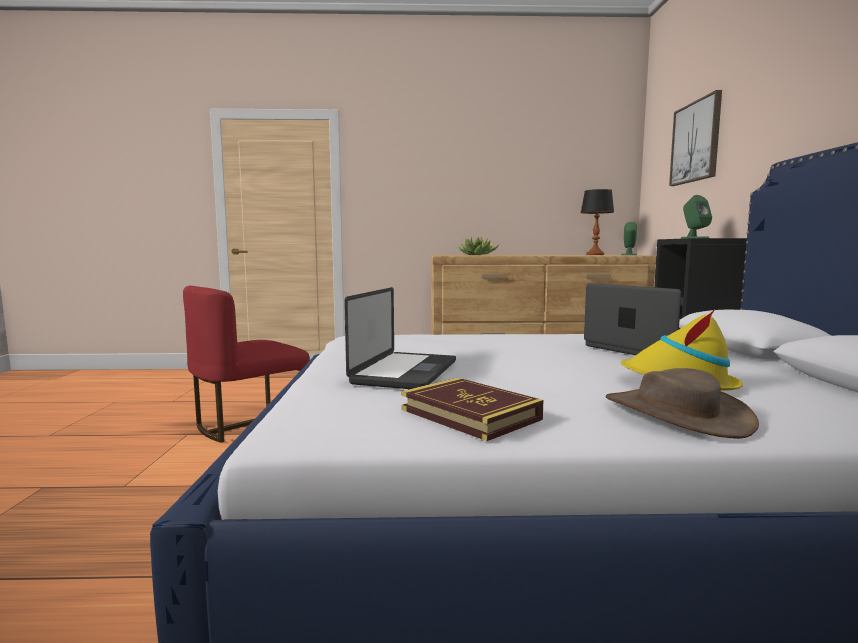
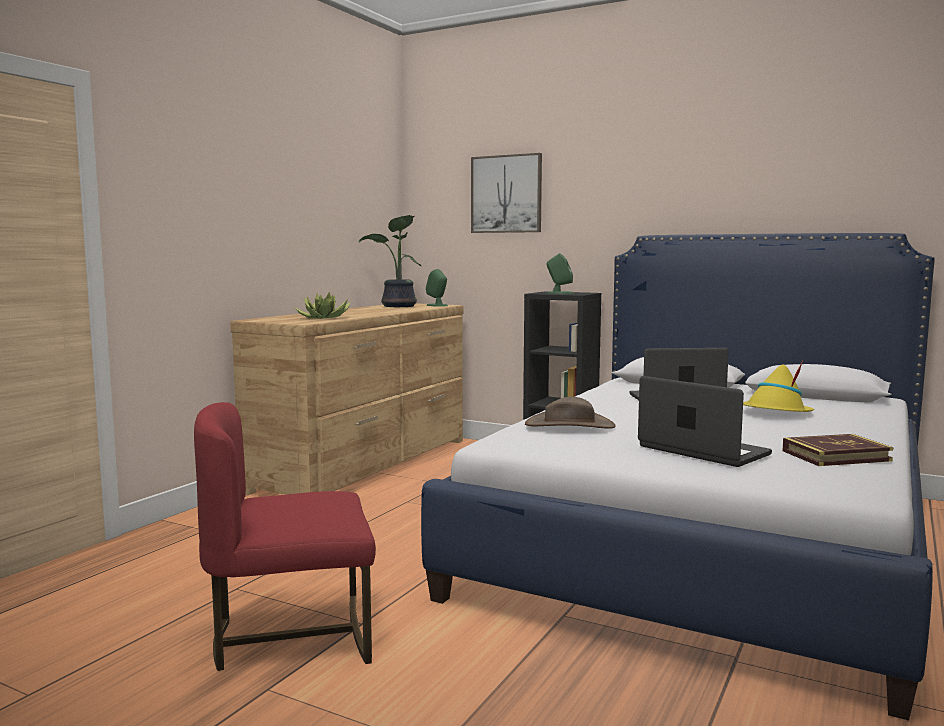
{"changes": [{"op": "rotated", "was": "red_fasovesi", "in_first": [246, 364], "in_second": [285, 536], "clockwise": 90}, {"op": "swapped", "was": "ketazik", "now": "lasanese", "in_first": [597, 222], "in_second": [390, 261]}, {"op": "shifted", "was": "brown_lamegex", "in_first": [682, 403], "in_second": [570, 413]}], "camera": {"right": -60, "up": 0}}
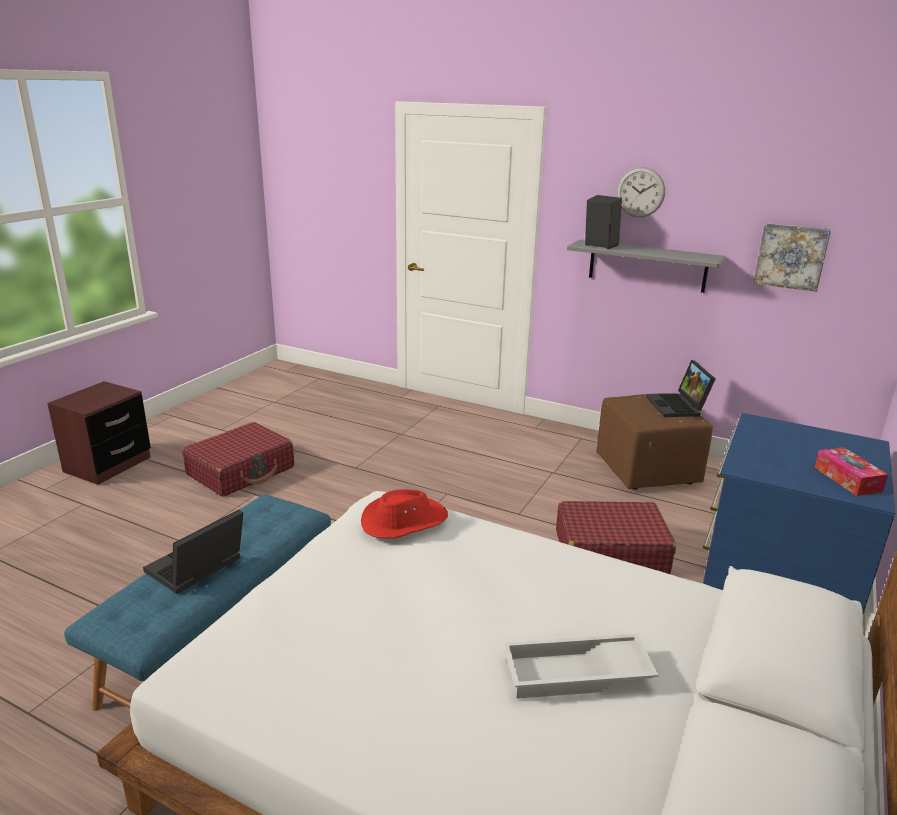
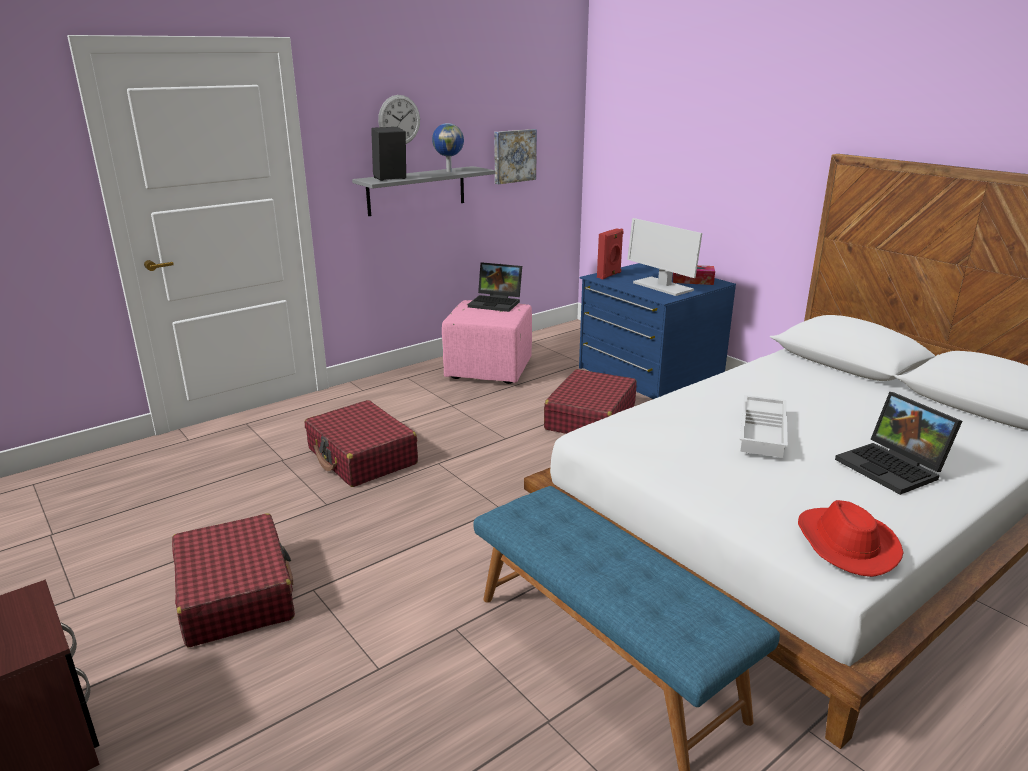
{"changes": [{"op": "new", "now": "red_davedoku", "in_second": [361, 443]}, {"op": "new", "now": "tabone", "in_second": [448, 147]}, {"op": "repainted", "was": "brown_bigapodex", "now": "pink_bigapodex", "in_first": [654, 441], "in_second": [487, 342]}, {"op": "new", "now": "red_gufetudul", "in_second": [610, 253]}, {"op": "new", "now": "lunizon", "in_second": [664, 257]}, {"op": "shifted", "was": "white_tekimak", "in_first": [581, 666], "in_second": [764, 426]}, {"op": "shifted", "was": "red_lamegex", "in_first": [404, 513], "in_second": [851, 538]}, {"op": "shifted", "was": "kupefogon", "in_first": [193, 551], "in_second": [898, 443]}], "camera": {"right": -65, "up": 0}}
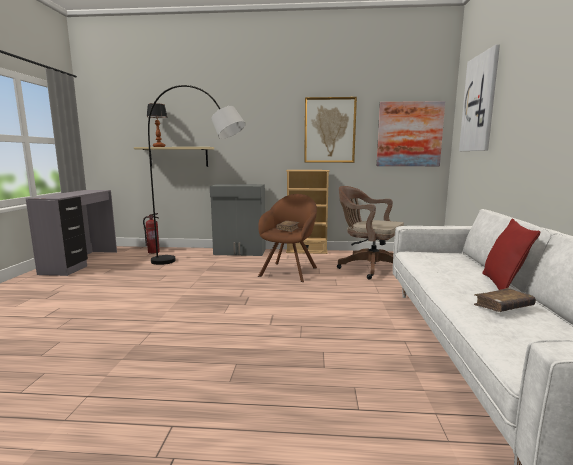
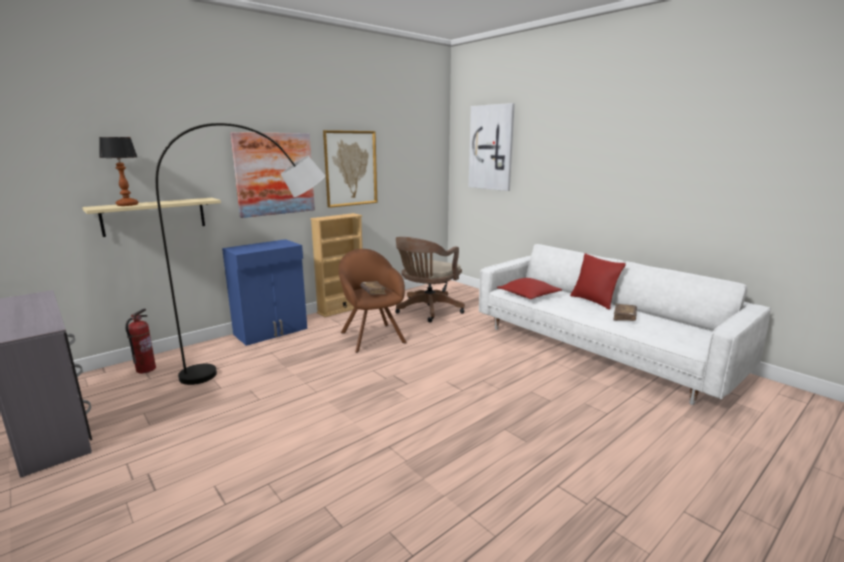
{"changes": [{"op": "repainted", "was": "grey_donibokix", "now": "blue_donibokix", "in_first": [238, 220], "in_second": [264, 292]}, {"op": "shifted", "was": "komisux", "in_first": [411, 133], "in_second": [272, 175]}, {"op": "rotated", "was": "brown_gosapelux", "in_first": [370, 233], "in_second": [430, 279], "clockwise": -45}, {"op": "new", "now": "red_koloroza", "in_second": [529, 288]}], "camera": {"right": -45, "up": 5}}
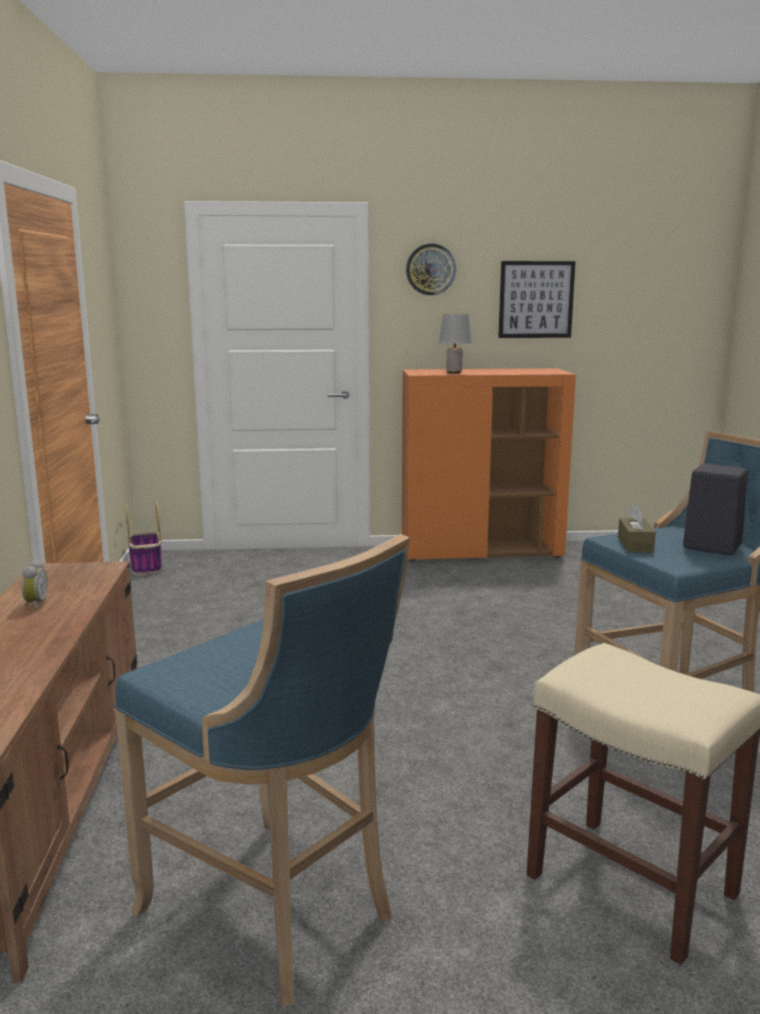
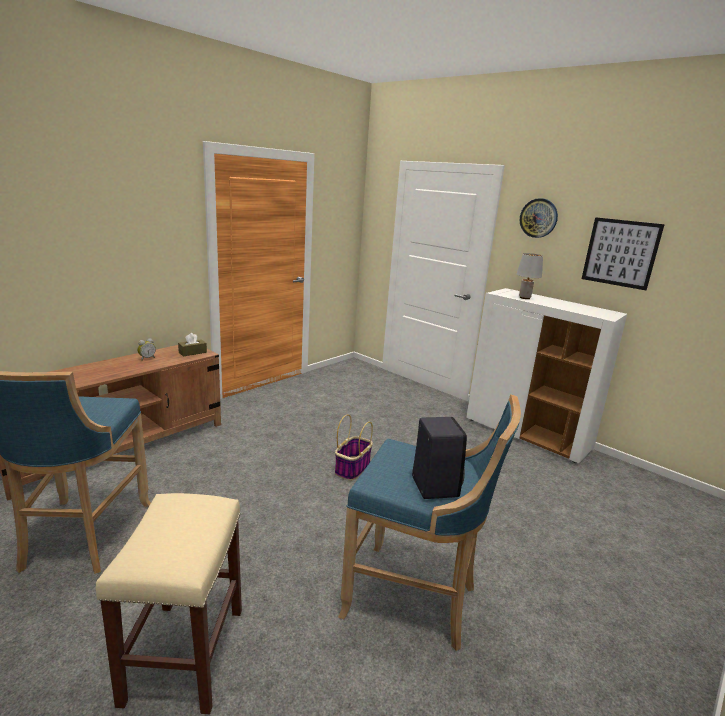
{"changes": [{"op": "shifted", "was": "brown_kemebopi", "in_first": [637, 529], "in_second": [192, 345]}, {"op": "shifted", "was": "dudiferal", "in_first": [144, 538], "in_second": [354, 447]}, {"op": "repainted", "was": "orange_donibokix", "now": "white_donibokix", "in_first": [489, 465], "in_second": [546, 376]}], "camera": {"right": 45, "up": 5}}
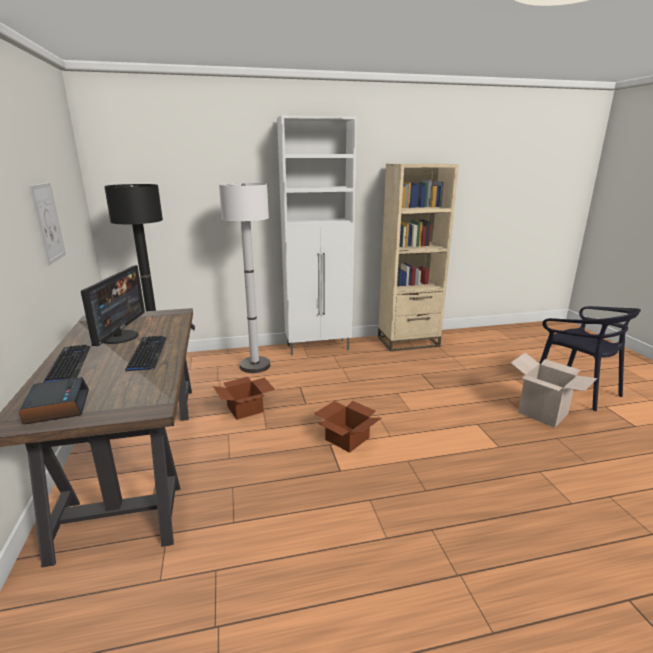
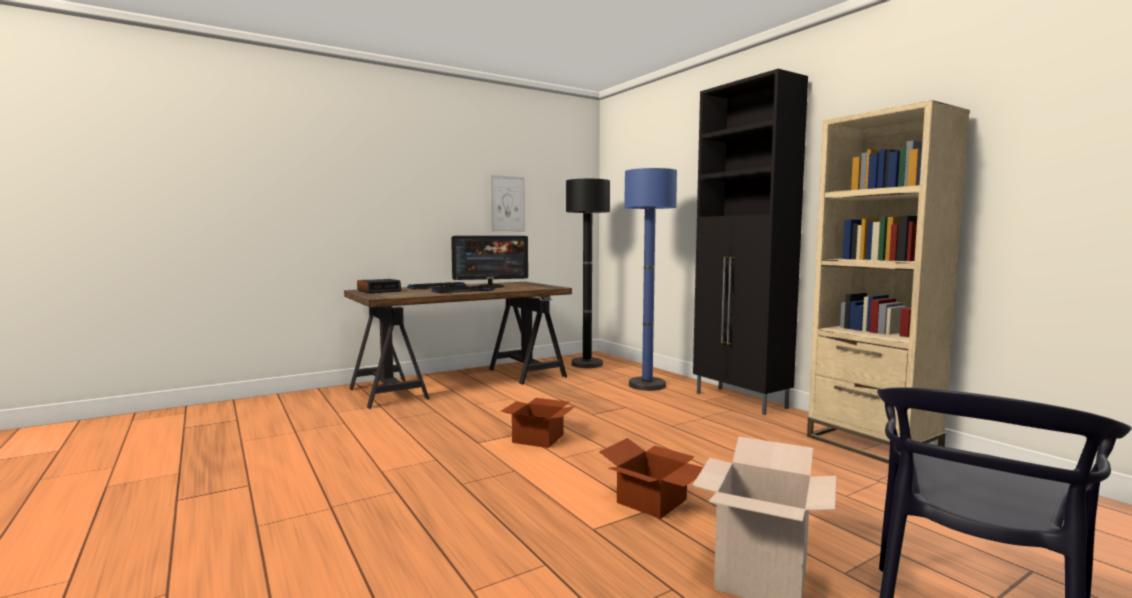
{"changes": [{"op": "shifted", "was": "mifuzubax", "in_first": [244, 398], "in_second": [651, 478]}, {"op": "repainted", "was": "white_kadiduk", "now": "blue_kadiduk", "in_first": [244, 278], "in_second": [650, 279]}, {"op": "repainted", "was": "white_donibokix", "now": "black_donibokix", "in_first": [317, 235], "in_second": [750, 242]}], "camera": {"right": 70, "up": -15}}
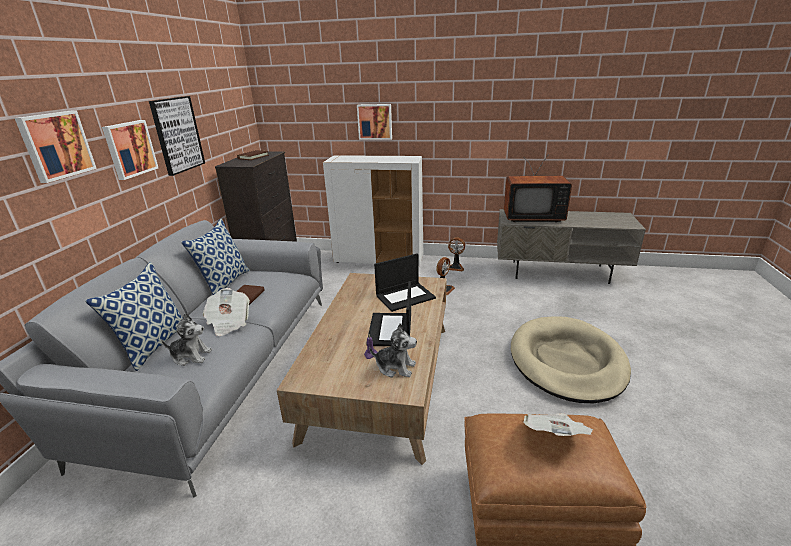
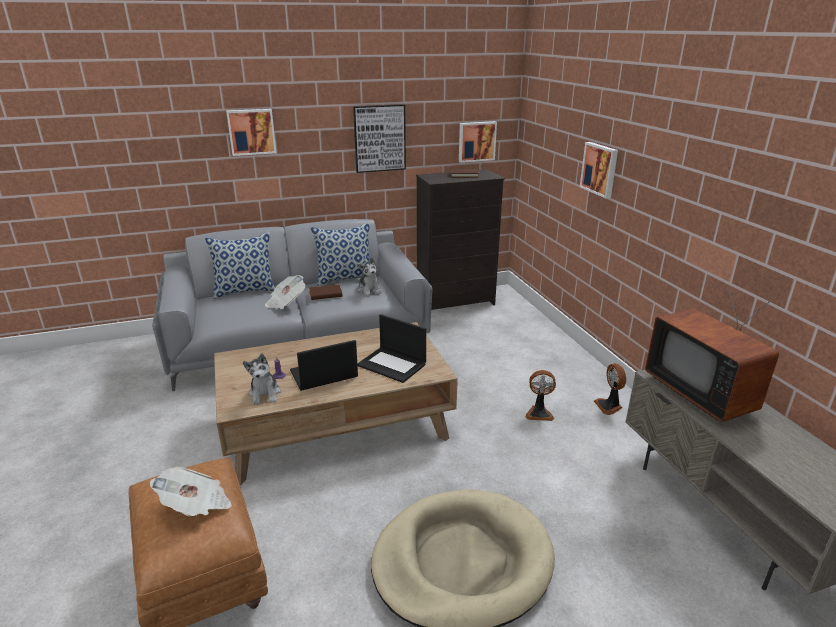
{"changes": [{"op": "shifted", "was": "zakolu", "in_first": [186, 339], "in_second": [370, 276]}, {"op": "shifted", "was": "komisux", "in_first": [130, 150], "in_second": [478, 142]}, {"op": "gone", "was": "white_donibokix", "in_first": [373, 210]}], "camera": {"right": 60, "up": 0}}
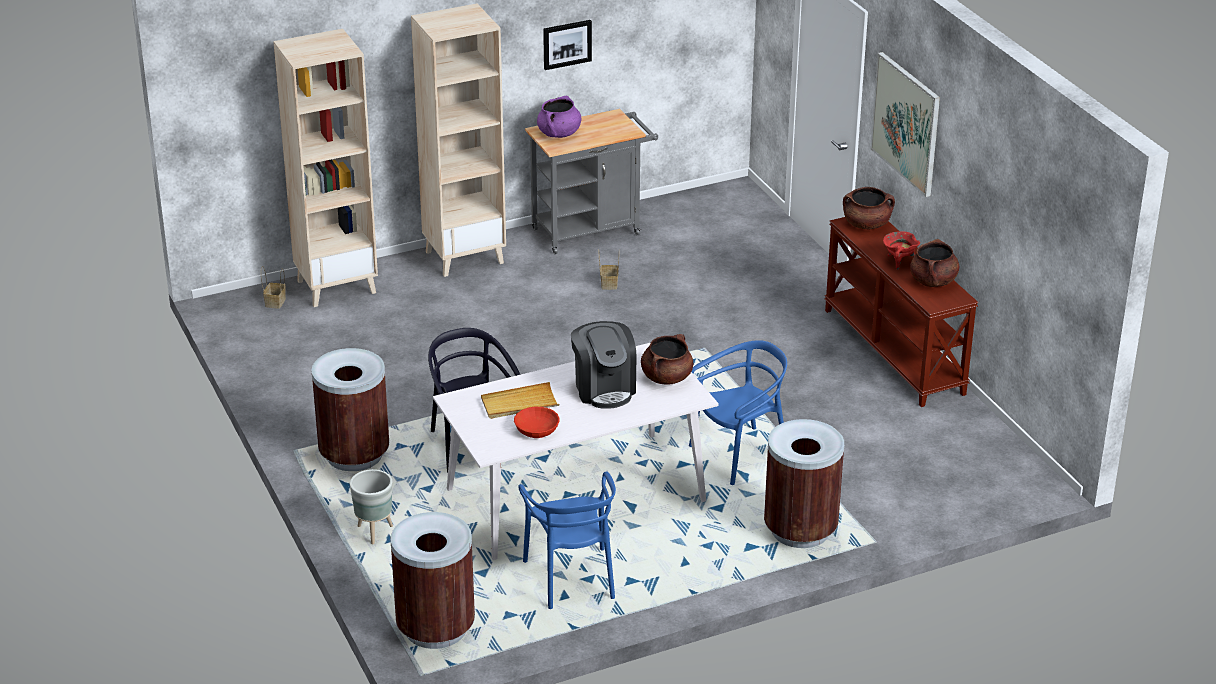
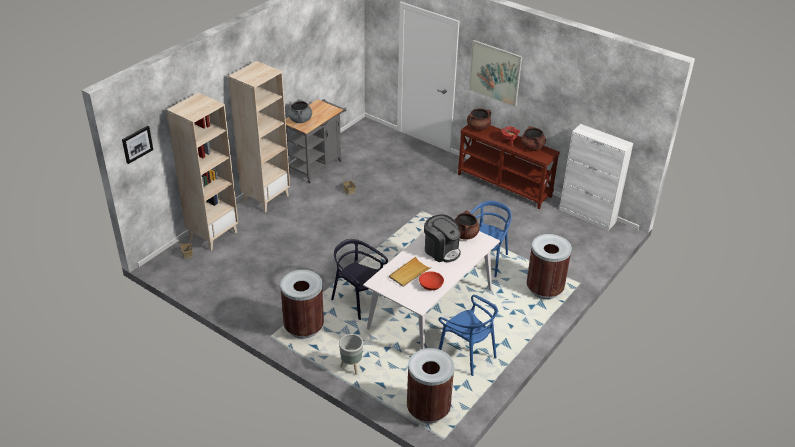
{"changes": [{"op": "shifted", "was": "komisux", "in_first": [567, 45], "in_second": [137, 145]}, {"op": "repainted", "was": "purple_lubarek", "now": "grey_lubarek", "in_first": [559, 117], "in_second": [300, 111]}, {"op": "new", "now": "white_donibokix", "in_second": [596, 177]}], "camera": {"right": -30, "up": 5}}
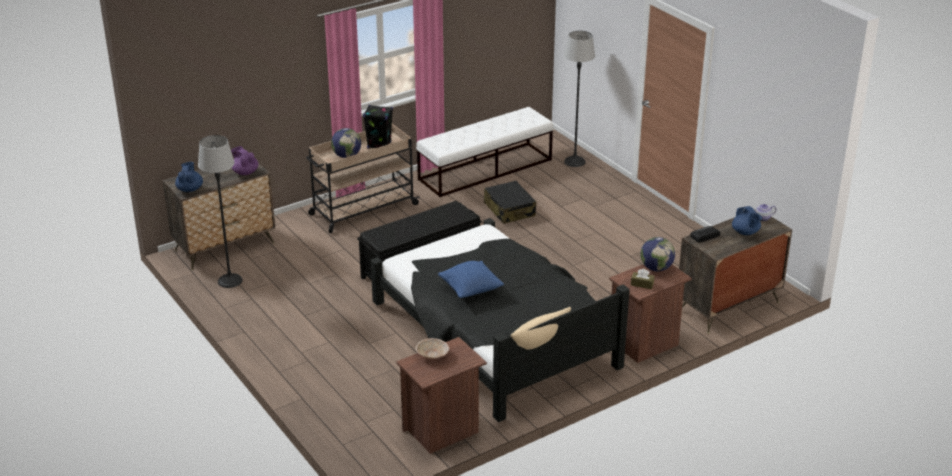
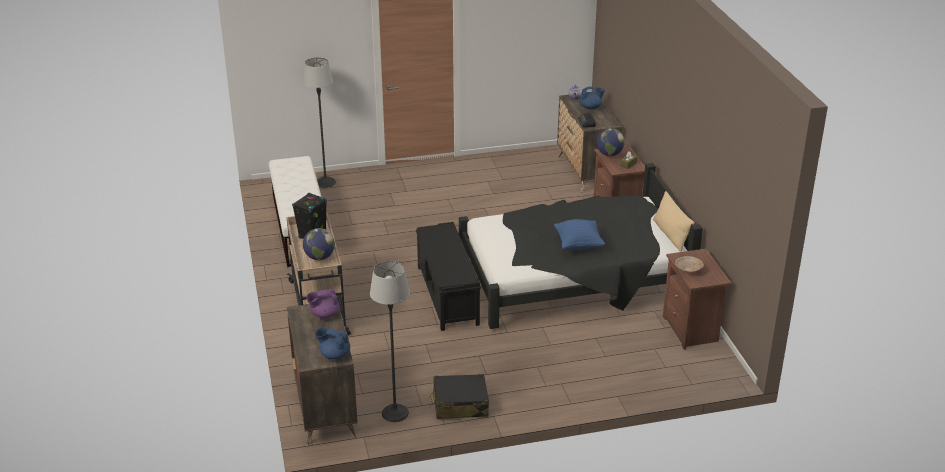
{"changes": [{"op": "shifted", "was": "black_davedoku", "in_first": [510, 202], "in_second": [459, 396]}], "camera": {"right": -70, "up": 0}}
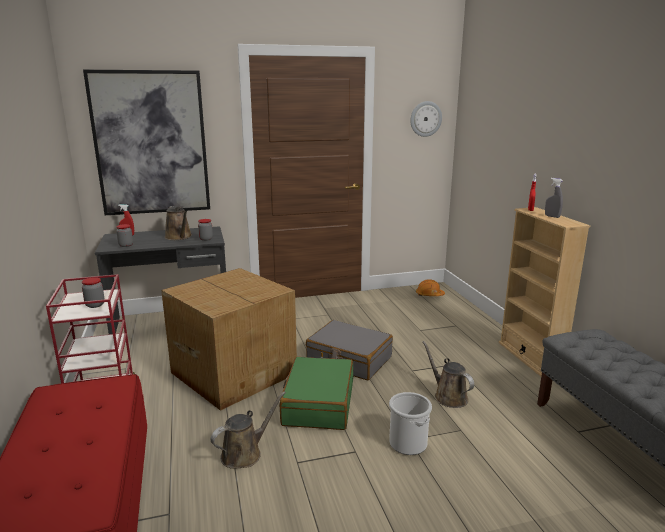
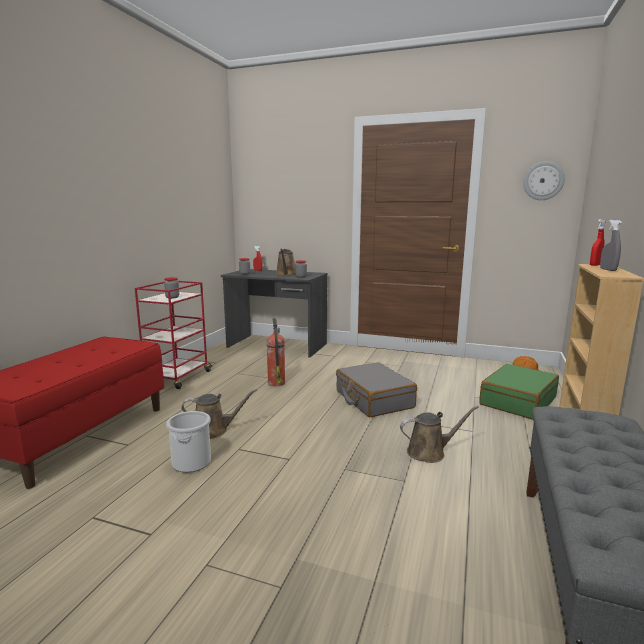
{"changes": [{"op": "shifted", "was": "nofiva", "in_first": [410, 423], "in_second": [188, 442]}, {"op": "swapped", "was": "mifuzubax", "now": "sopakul", "in_first": [229, 339], "in_second": [276, 352]}, {"op": "rotated", "was": "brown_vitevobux", "in_first": [448, 374], "in_second": [439, 434], "clockwise": 75}, {"op": "shifted", "was": "green_davedoku", "in_first": [316, 393], "in_second": [519, 392]}, {"op": "gone", "was": "komisux", "in_first": [146, 142]}], "camera": {"right": 35, "up": -5}}
